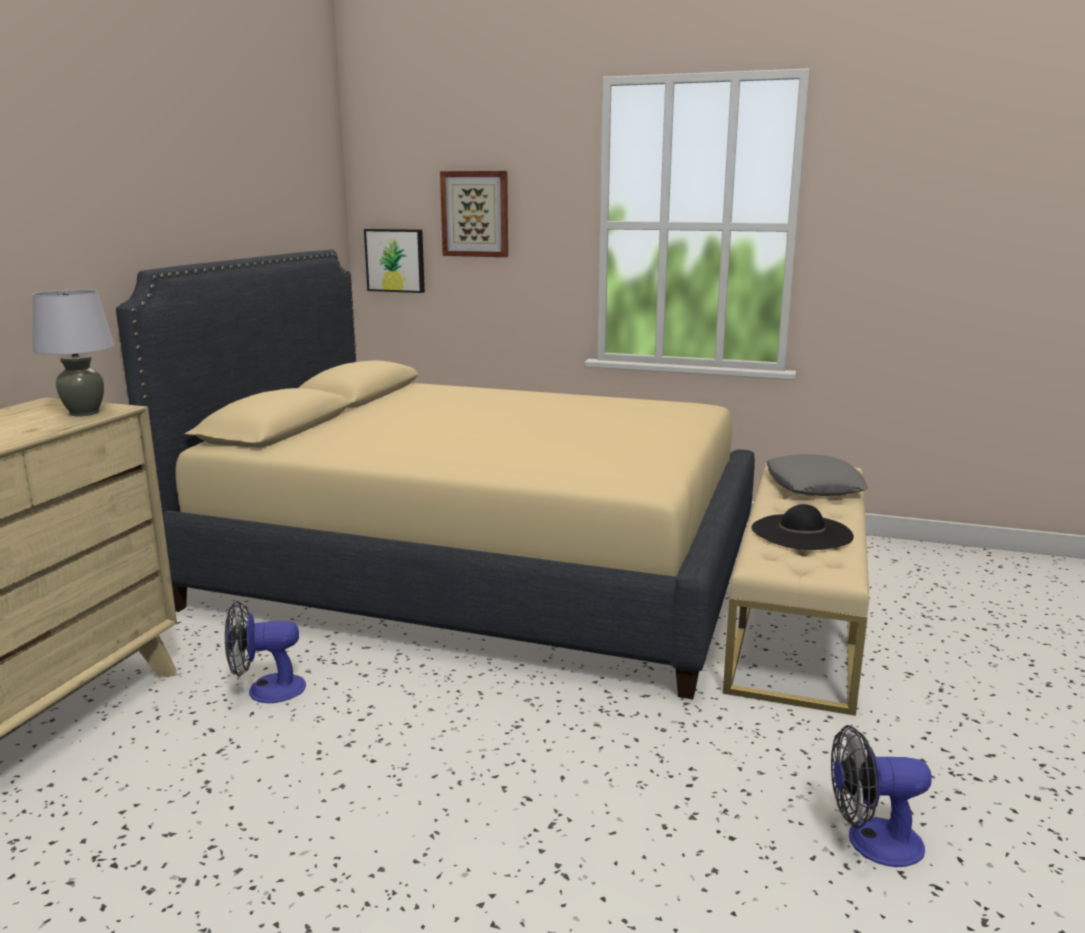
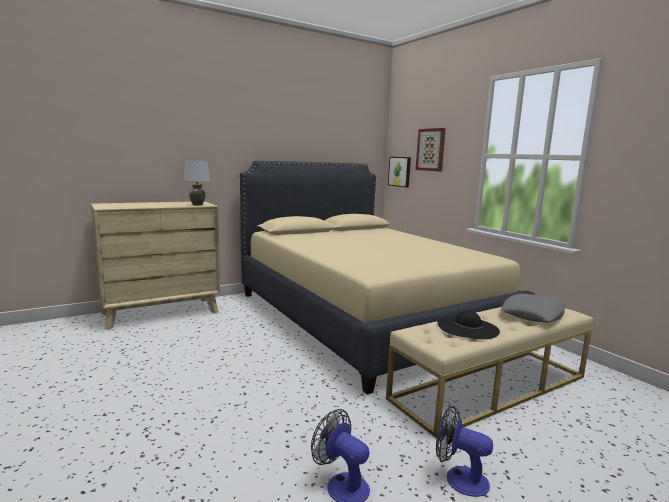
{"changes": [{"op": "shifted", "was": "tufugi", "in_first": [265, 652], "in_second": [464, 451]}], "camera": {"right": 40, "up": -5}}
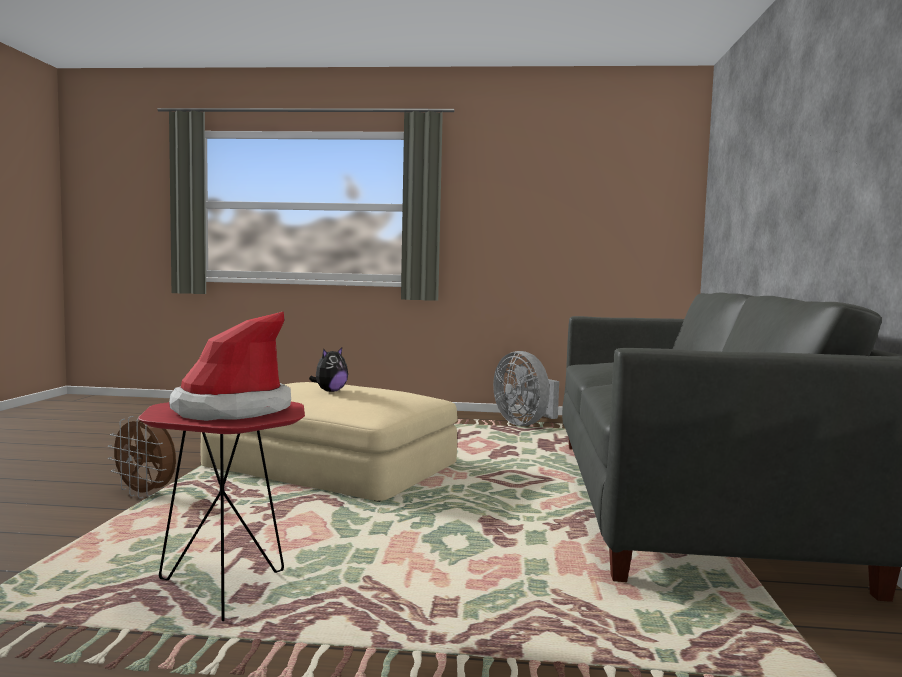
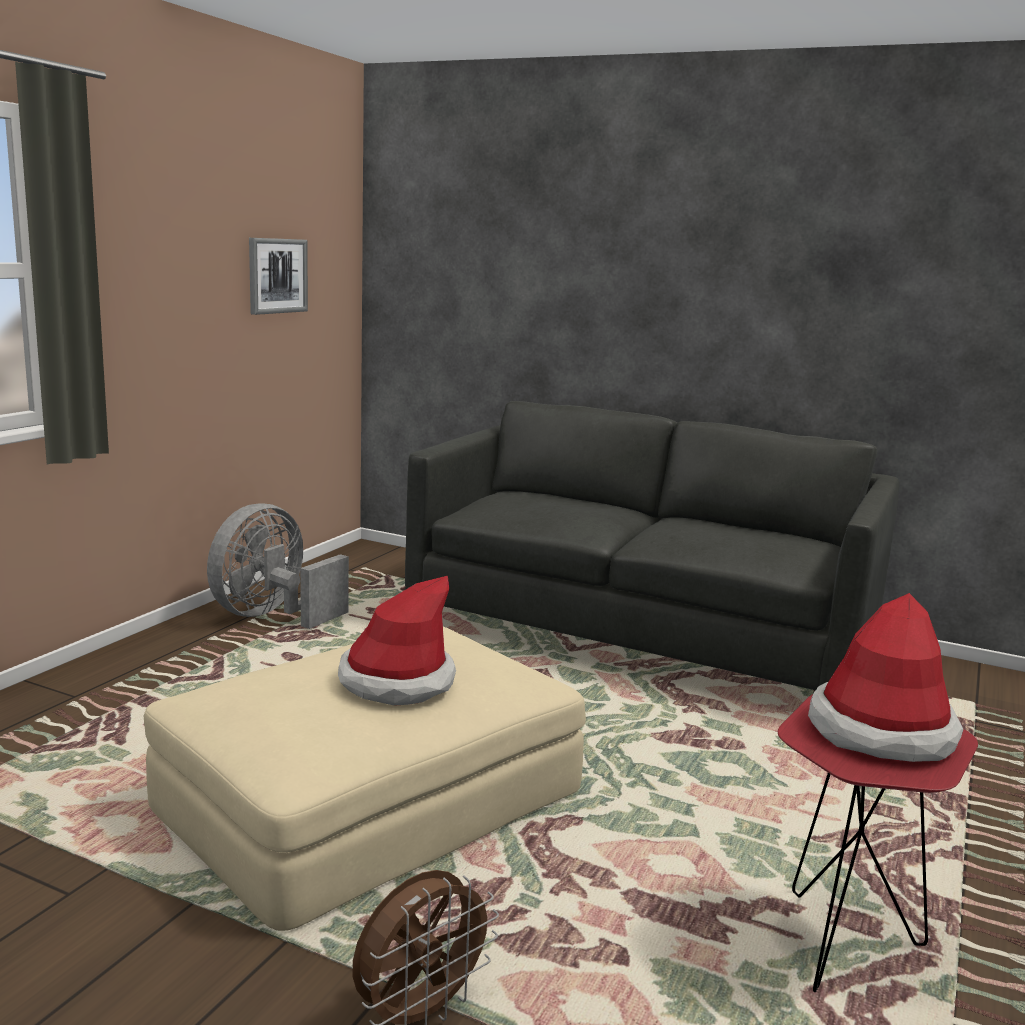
{"changes": [{"op": "rotated", "was": "grey_tufugi", "in_first": [526, 388], "in_second": [278, 566], "clockwise": 135}, {"op": "new", "now": "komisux", "in_second": [278, 276]}, {"op": "swapped", "was": "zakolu", "now": "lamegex", "in_first": [328, 370], "in_second": [397, 641]}], "camera": {"right": -70, "up": 10}}
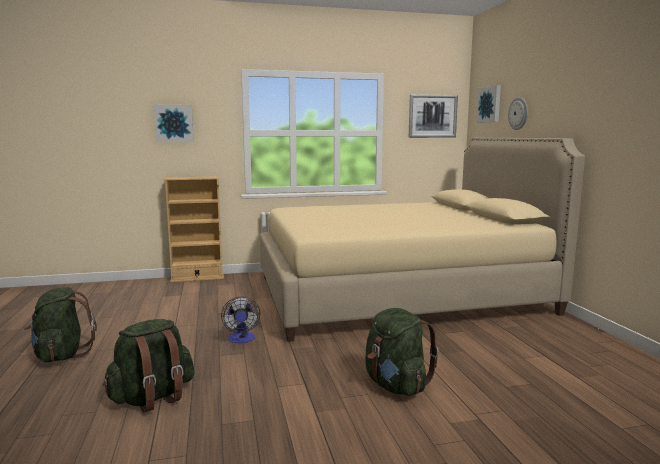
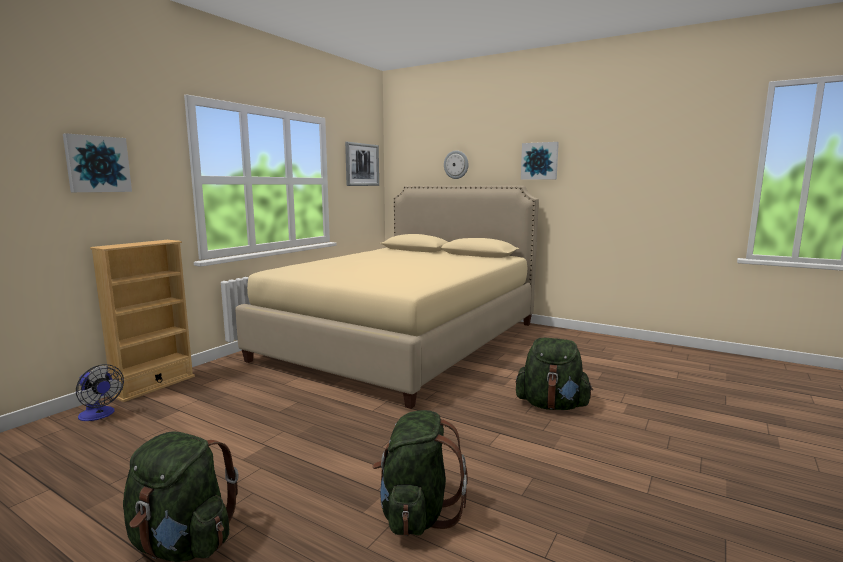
{"changes": [{"op": "shifted", "was": "tufugi", "in_first": [240, 320], "in_second": [100, 392]}, {"op": "shifted", "was": "komisux", "in_first": [488, 104], "in_second": [540, 161]}], "camera": {"right": -45, "up": 0}}
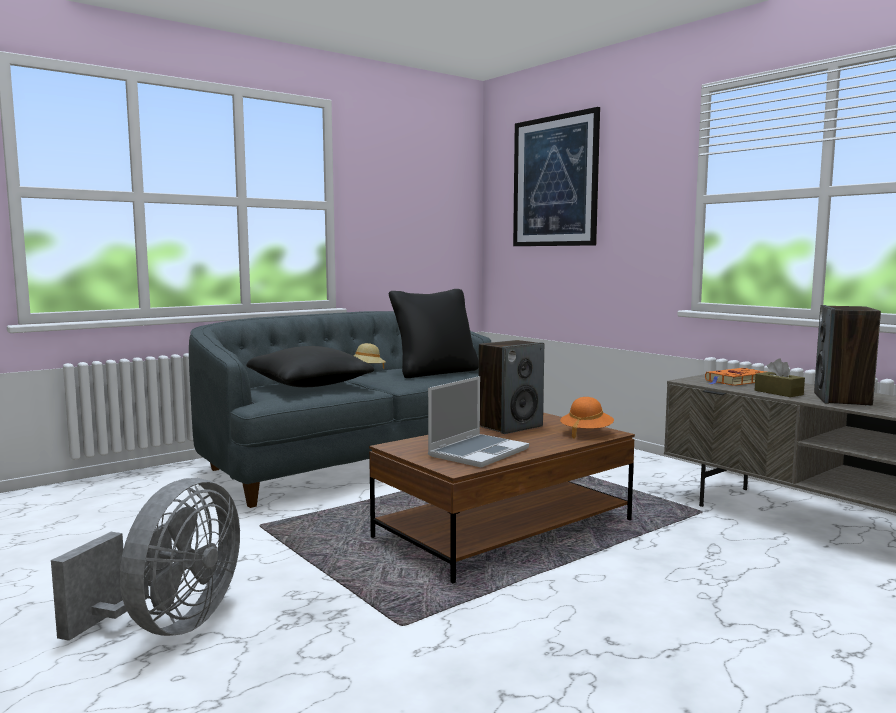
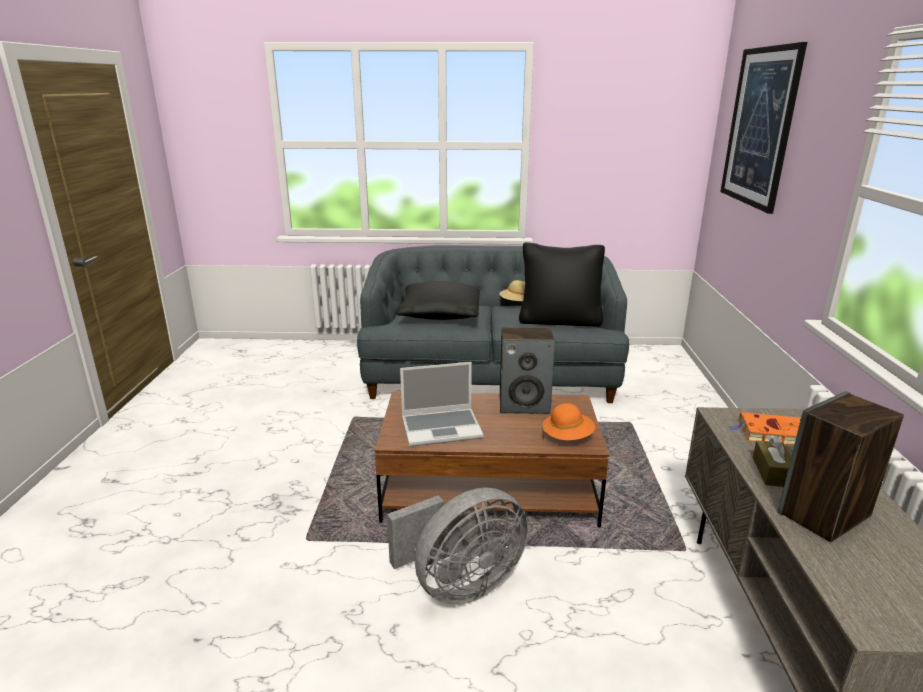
{"changes": [{"op": "shifted", "was": "grey_tufugi", "in_first": [145, 559], "in_second": [457, 546]}], "camera": {"right": 40, "up": 15}}
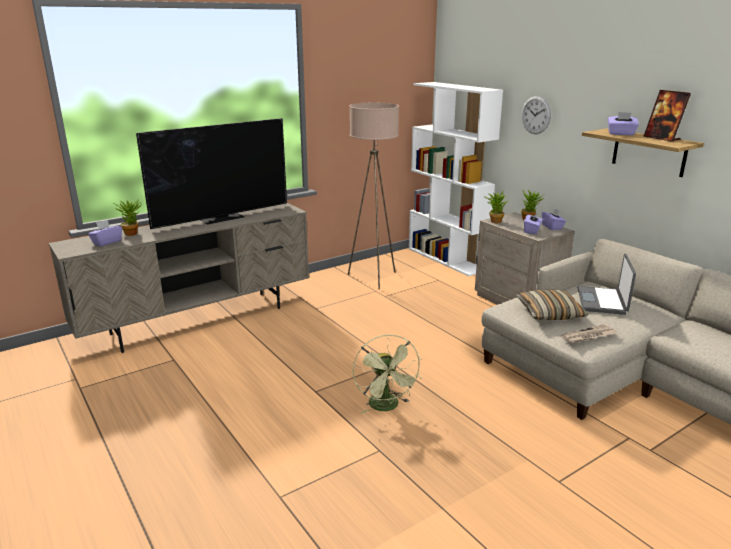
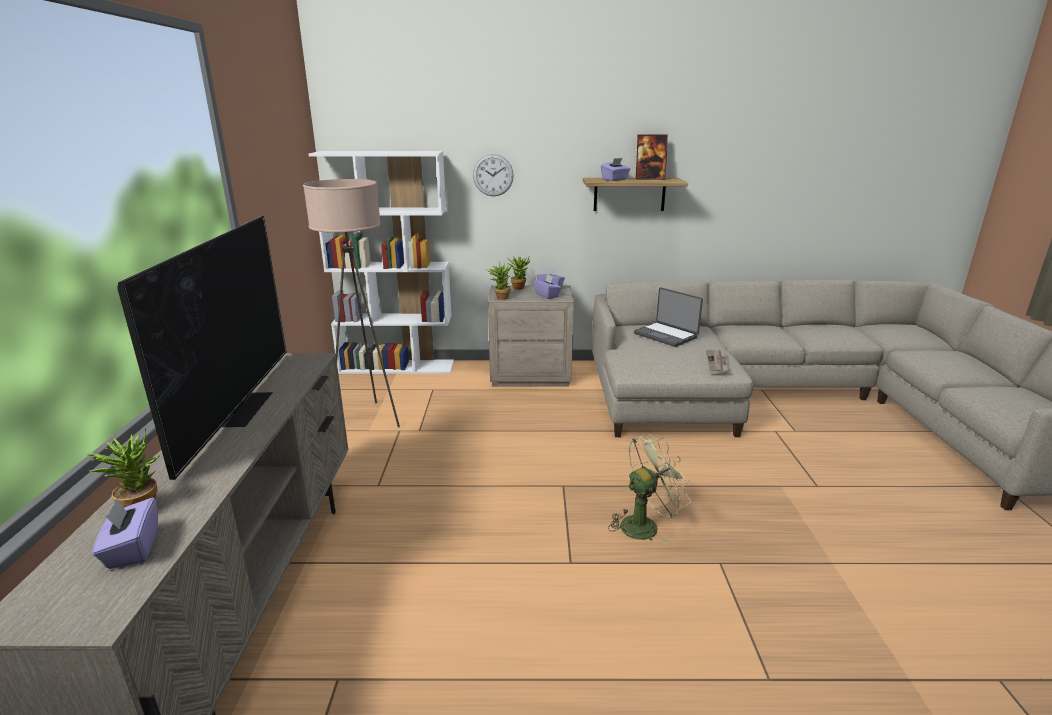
{"changes": [{"op": "rotated", "was": "green_tufugi", "in_first": [387, 374], "in_second": [649, 488], "clockwise": -45}, {"op": "gone", "was": "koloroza", "in_first": [552, 305]}], "camera": {"right": -55, "up": 0}}
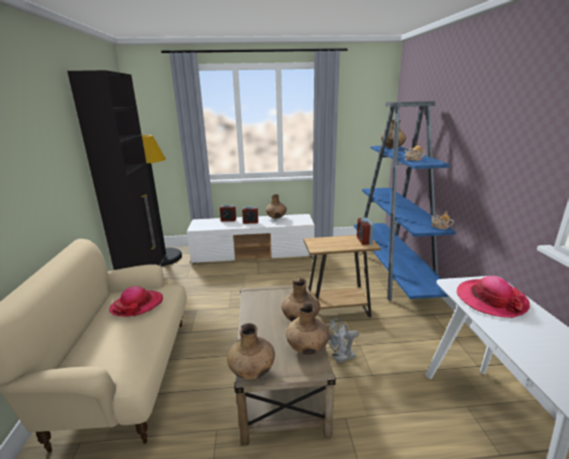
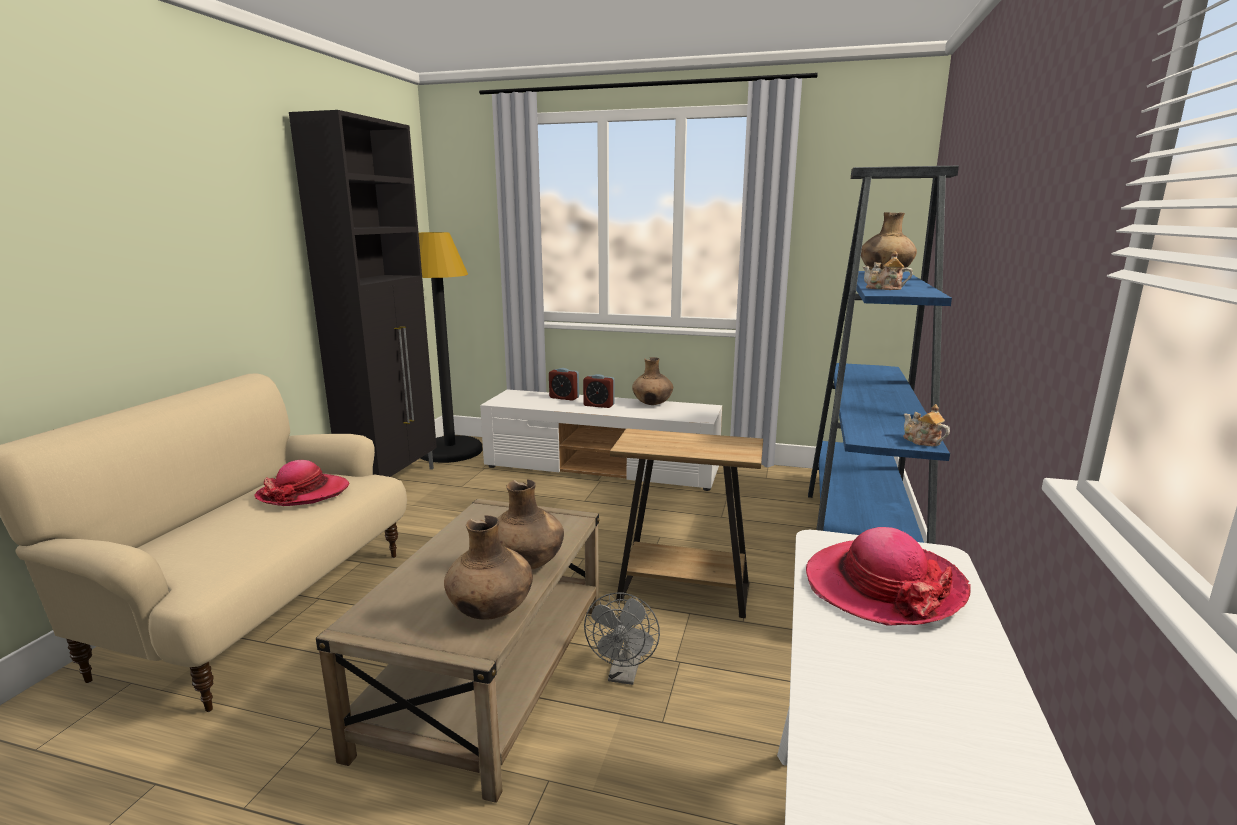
{"changes": [{"op": "rotated", "was": "grey_tufugi", "in_first": [343, 340], "in_second": [622, 639], "clockwise": -75}, {"op": "gone", "was": "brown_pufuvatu", "in_first": [251, 351]}, {"op": "gone", "was": "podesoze", "in_first": [365, 231]}], "camera": {"right": 20, "up": -5}}
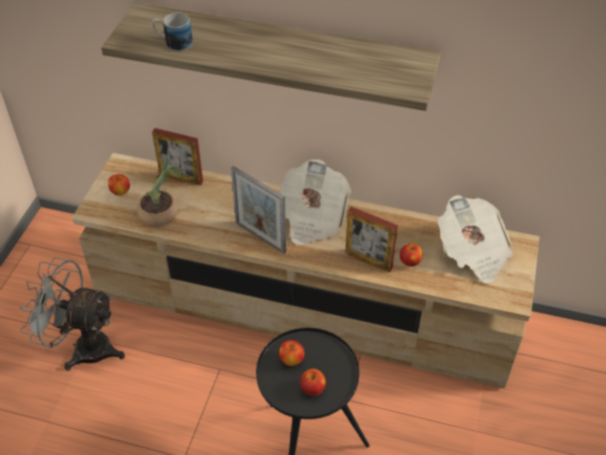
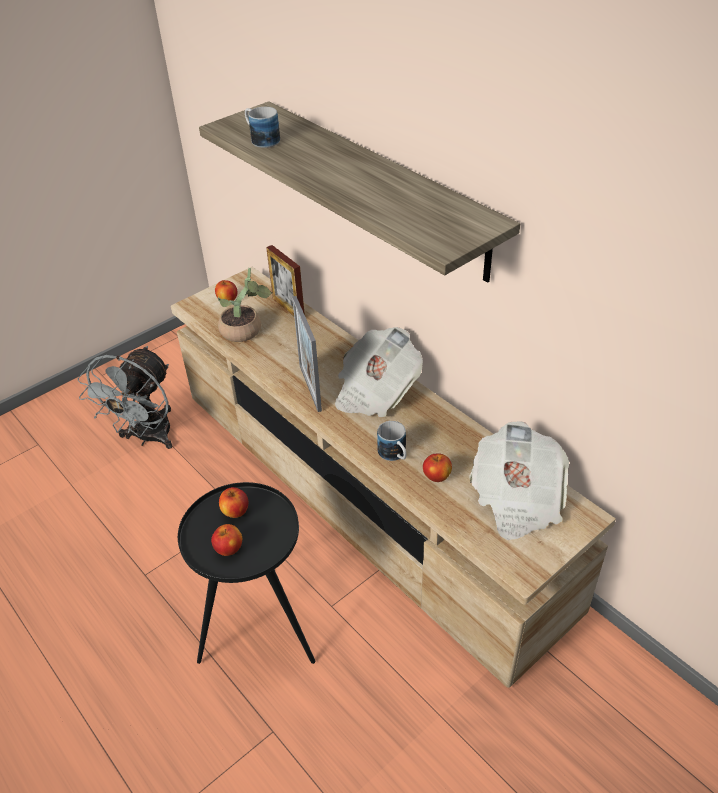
{"changes": [{"op": "rotated", "was": "grey_tufugi", "in_first": [72, 314], "in_second": [125, 397], "clockwise": -120}, {"op": "swapped", "was": "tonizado", "now": "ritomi", "in_first": [371, 239], "in_second": [391, 441]}], "camera": {"right": 35, "up": -5}}
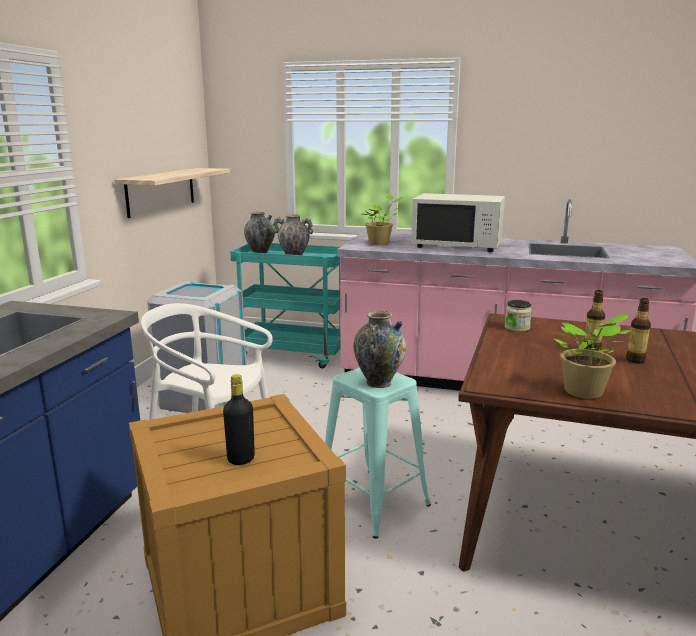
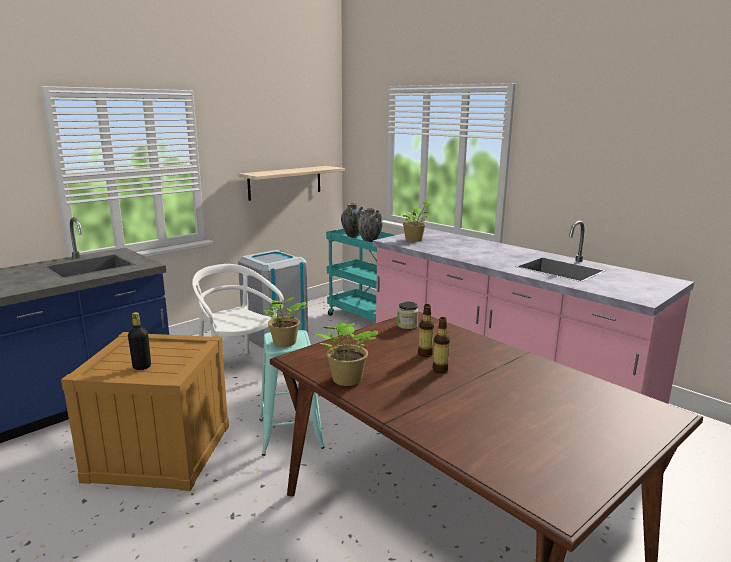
{"changes": [{"op": "swapped", "was": "pufuvatu", "now": "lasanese", "in_first": [380, 349], "in_second": [285, 322]}, {"op": "gone", "was": "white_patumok", "in_first": [458, 222]}], "camera": {"right": 30, "up": 0}}
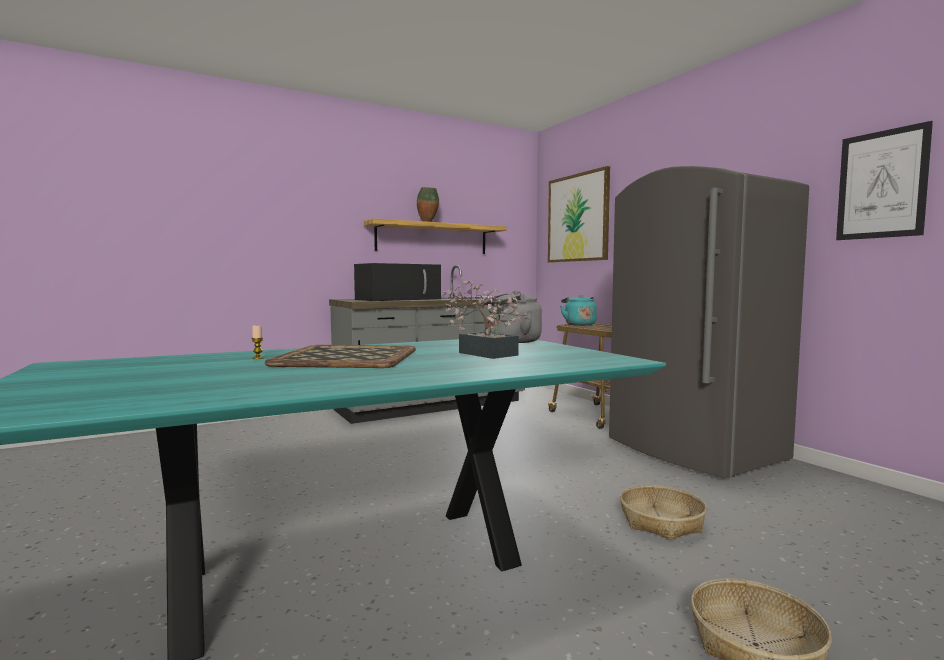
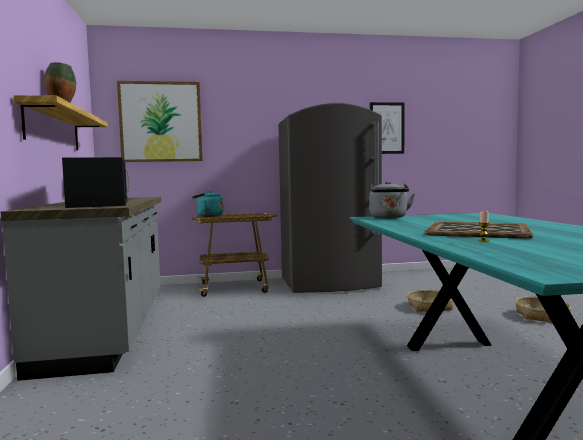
{"changes": [{"op": "gone", "was": "lasanese", "in_first": [486, 319]}], "camera": {"right": -70, "up": 0}}
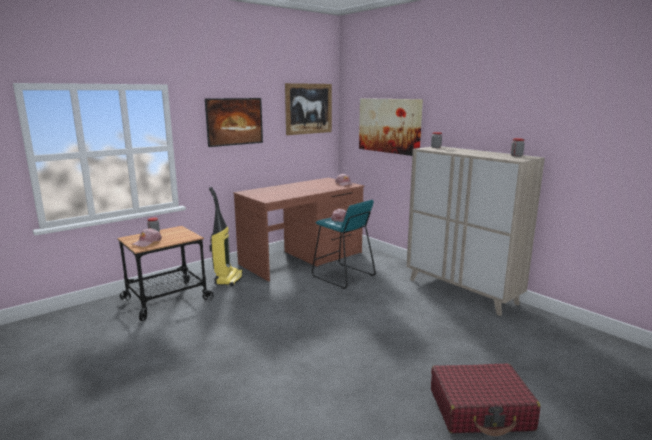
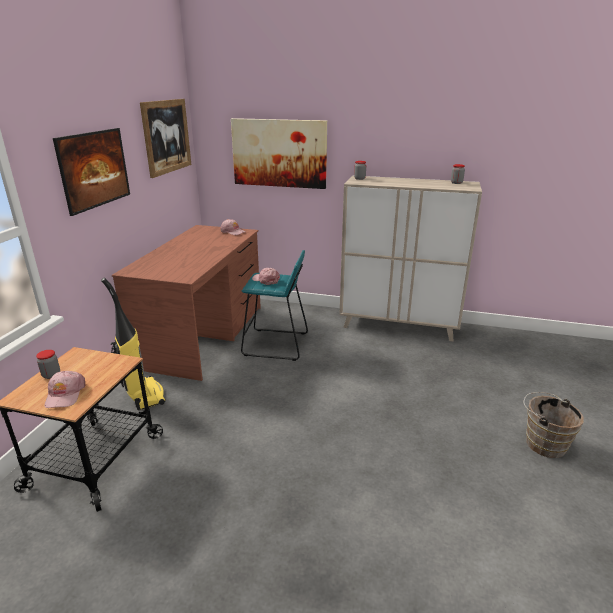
{"changes": [{"op": "swapped", "was": "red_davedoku", "now": "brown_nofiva", "in_first": [485, 400], "in_second": [553, 425]}], "camera": {"right": -35, "up": 10}}
